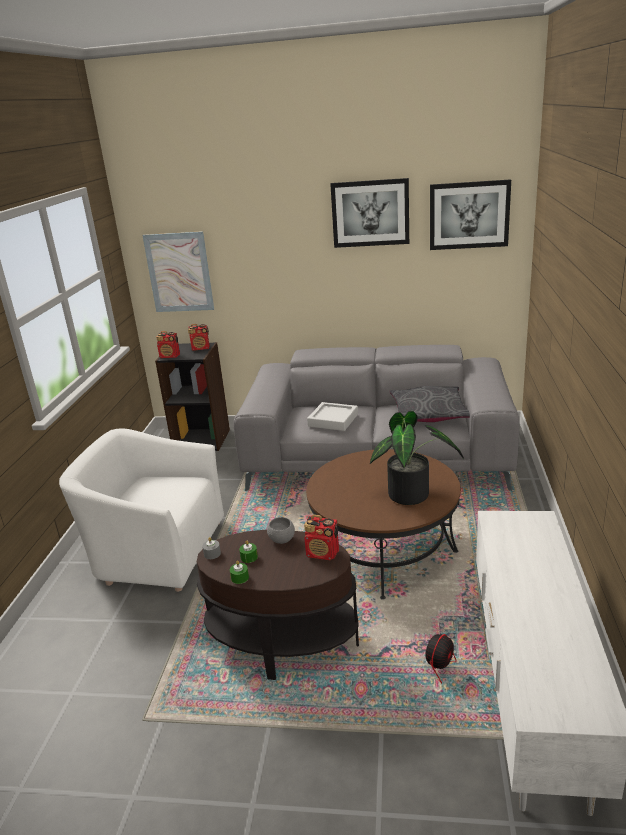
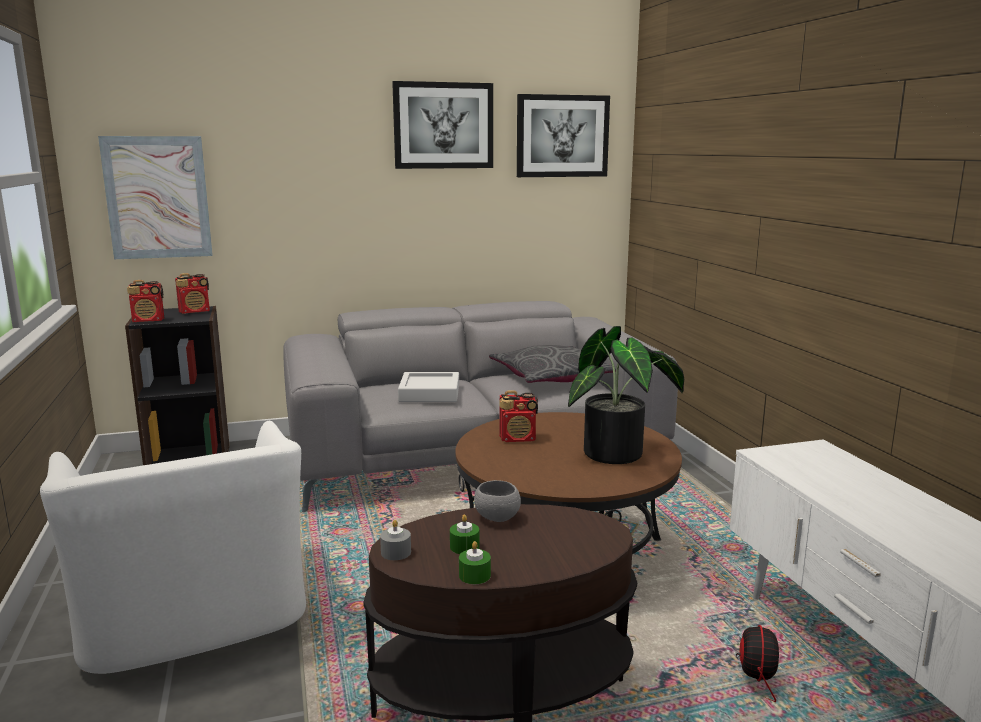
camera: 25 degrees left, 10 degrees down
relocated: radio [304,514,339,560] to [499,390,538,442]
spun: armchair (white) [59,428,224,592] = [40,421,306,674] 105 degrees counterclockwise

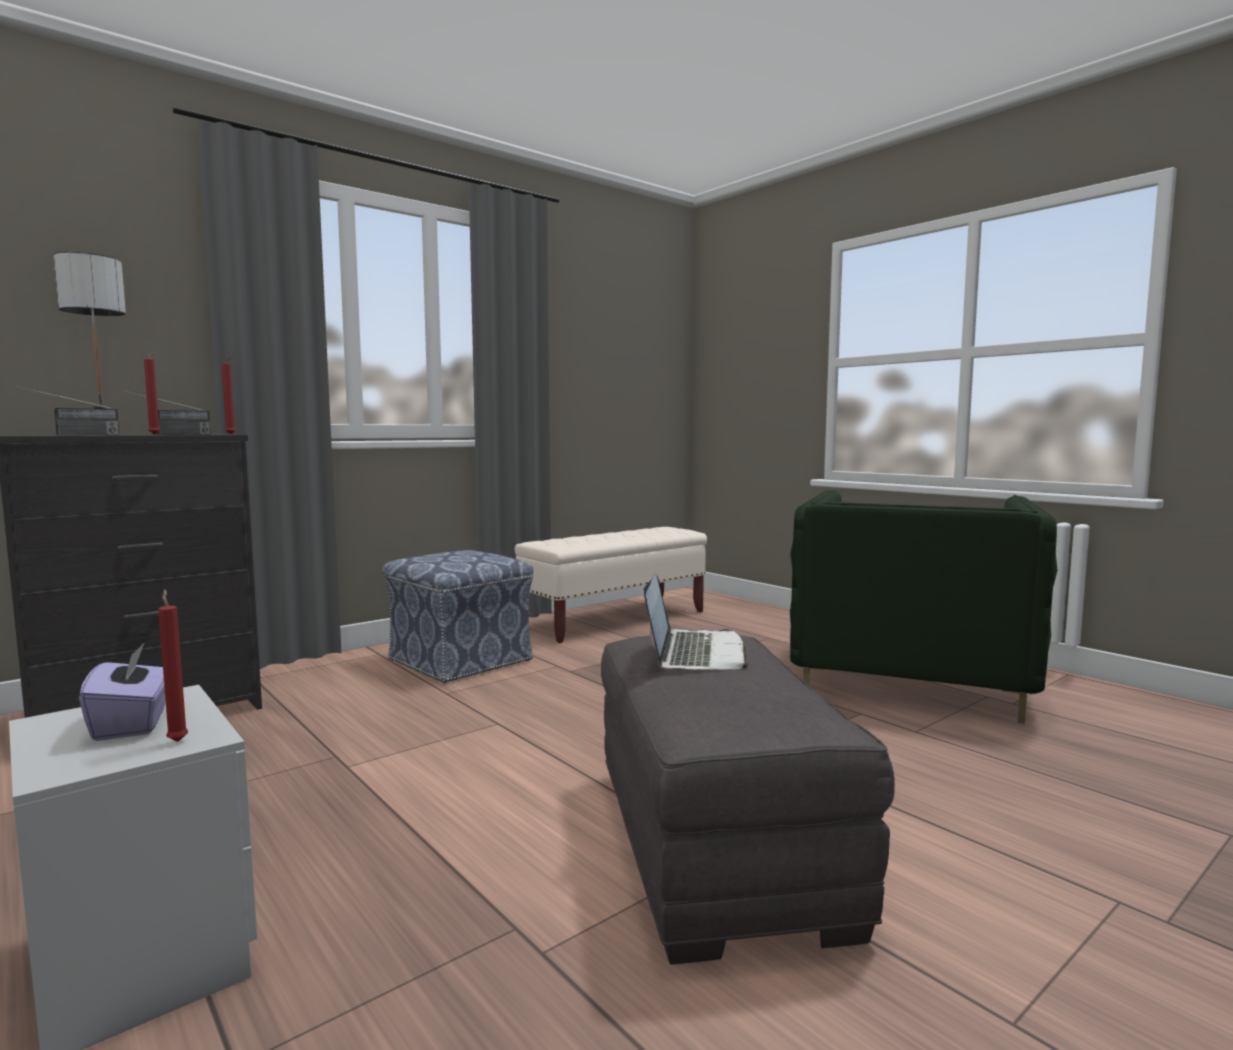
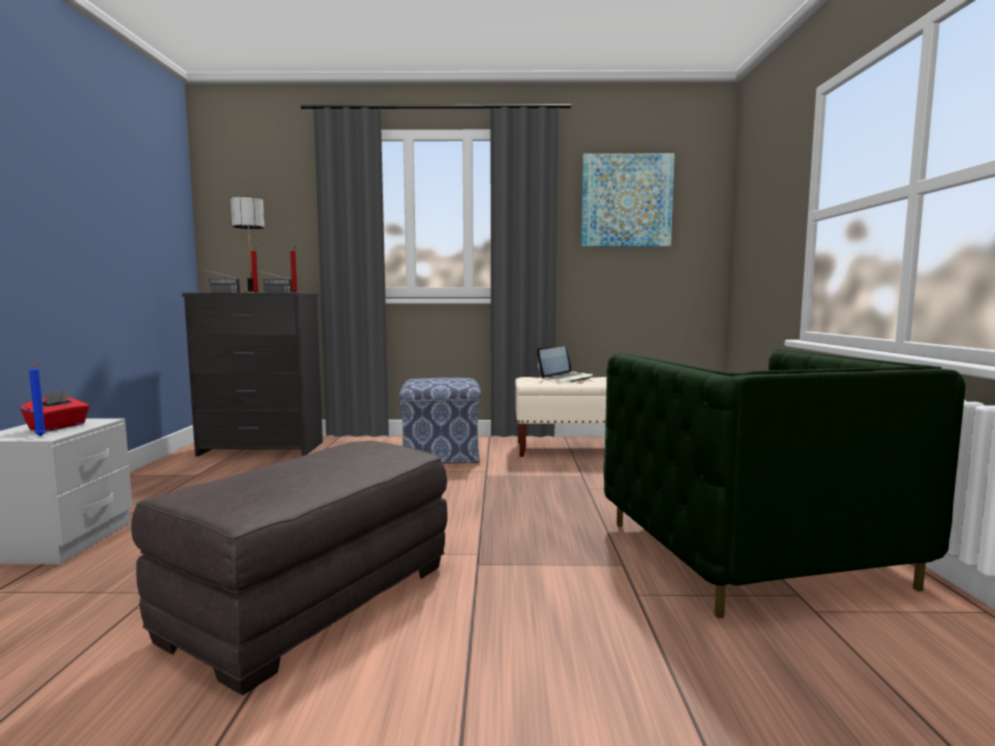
camera: 40 degrees right, 0 degrees up
appeared: picture [581,153,675,247]
relocated: laptop [644,572,748,670] to [537,346,593,382]
colour: tissue box (purple) [79,644,166,741] to tissue box (red) [20,389,90,431]; candle (red) [158,589,188,742] to candle (blue) [29,361,46,436]
spun: armchair (green) [790,490,1058,724] = [603,349,966,618] 75 degrees counterclockwise

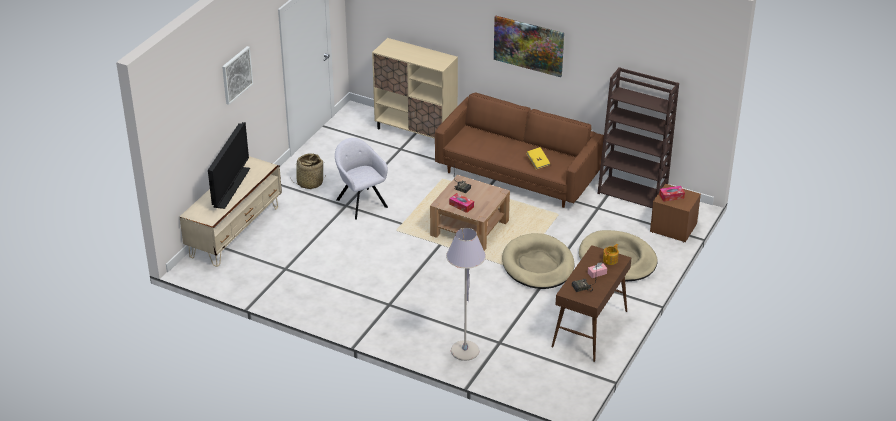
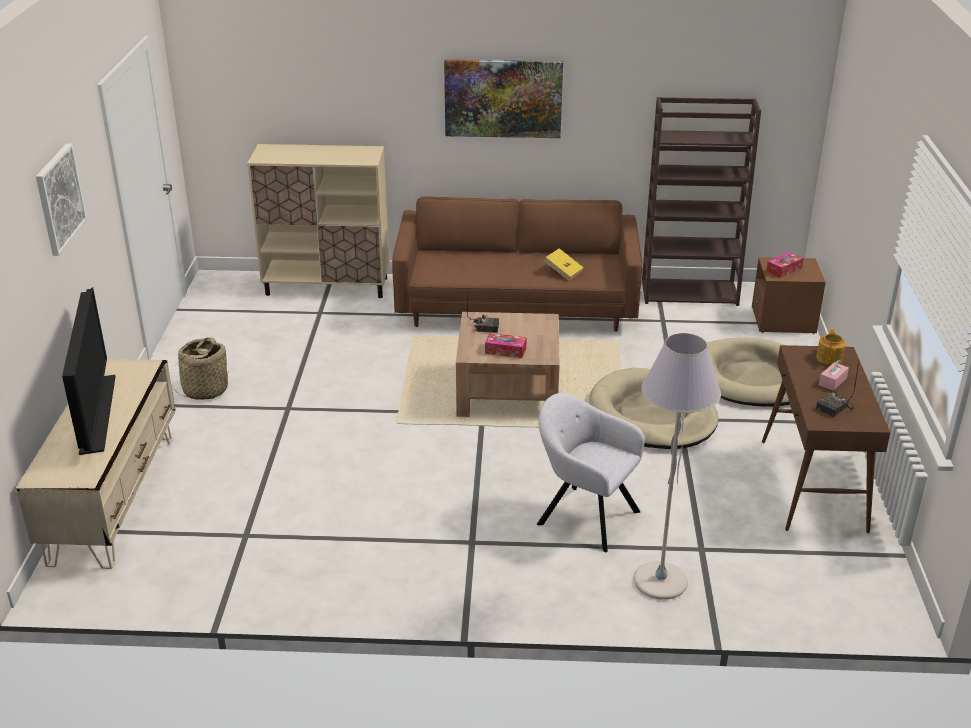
camera: 25 degrees left, 5 degrees down
relocated: armchair (grey) [335,138,388,220] to [537,393,645,552]

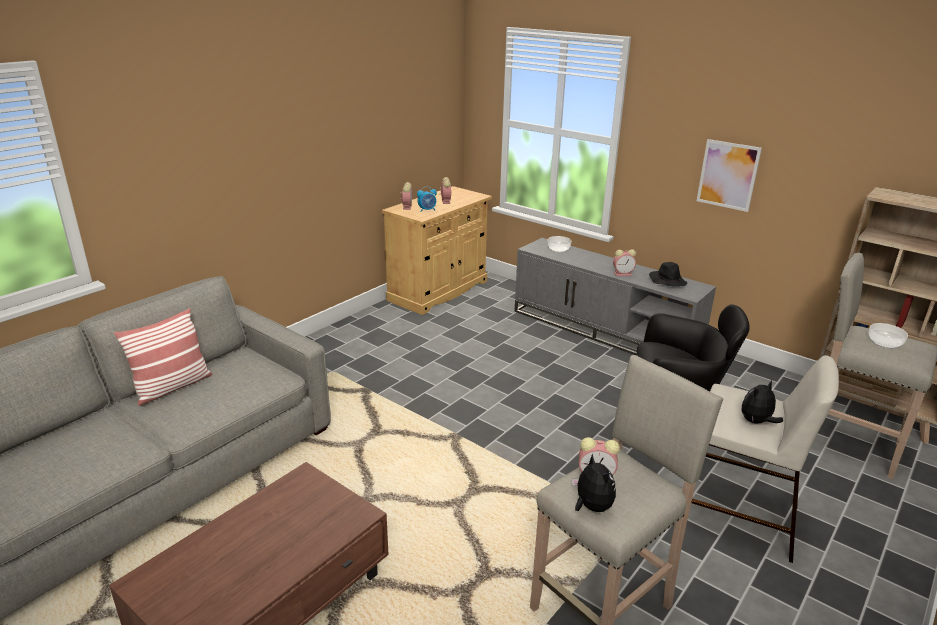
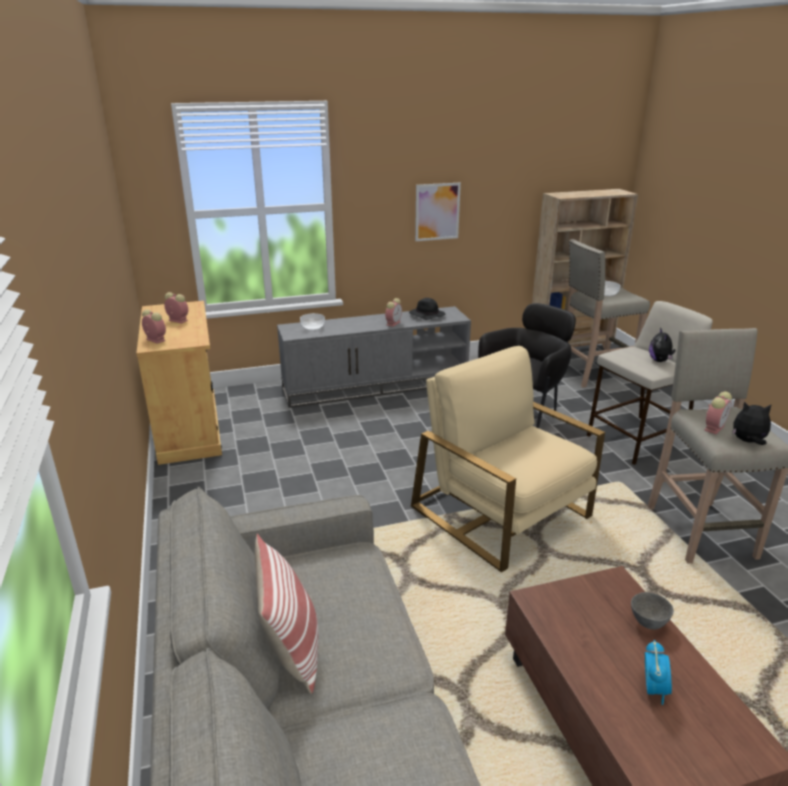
camera: 55 degrees left, 0 degrees up
appeared: armchair (beige) [411,346,605,572]; bowl (grey) [631,592,674,630]
relocated: alarm clock [417,186,437,212] to [645,640,672,705]

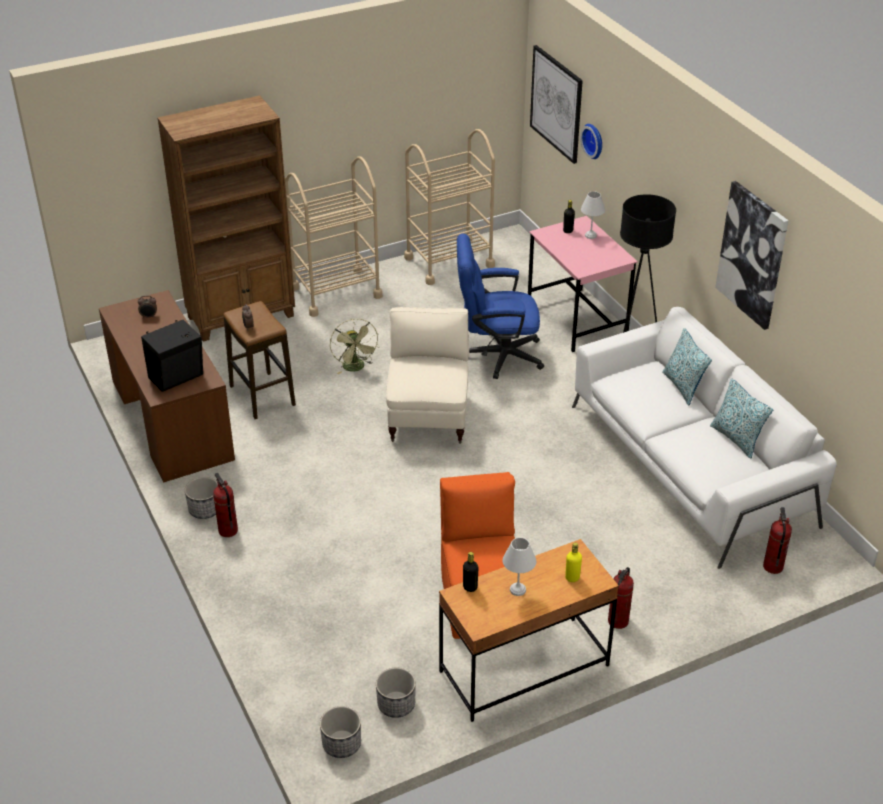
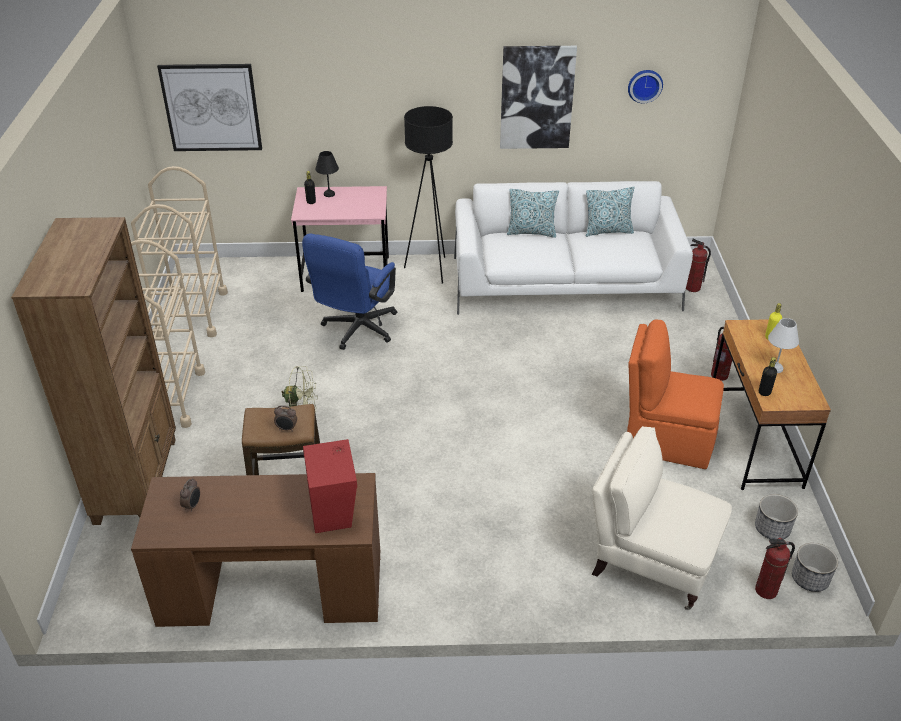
camera: 65 degrees left, 0 degrees up
missing: planter [185,477,218,519]
relocated: fire extinguisher [213,473,238,537] to [755,538,795,599]; armchair (beige) [386,307,470,444] to [592,426,732,610]; wall clock [580,124,602,159] to [628,70,663,104]
colour: speaker (black) [141,320,203,392] to speaker (red) [303,439,357,533]; table lamp (white) [581,191,605,239] to table lamp (black) [315,151,339,197]

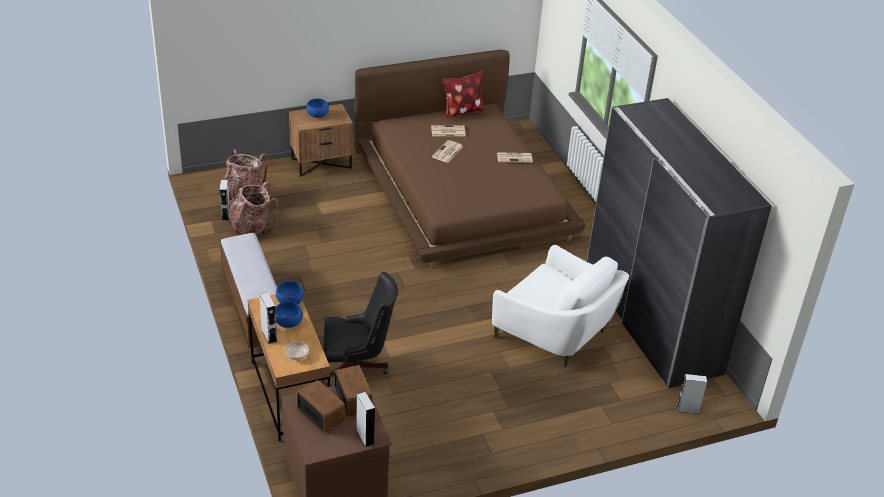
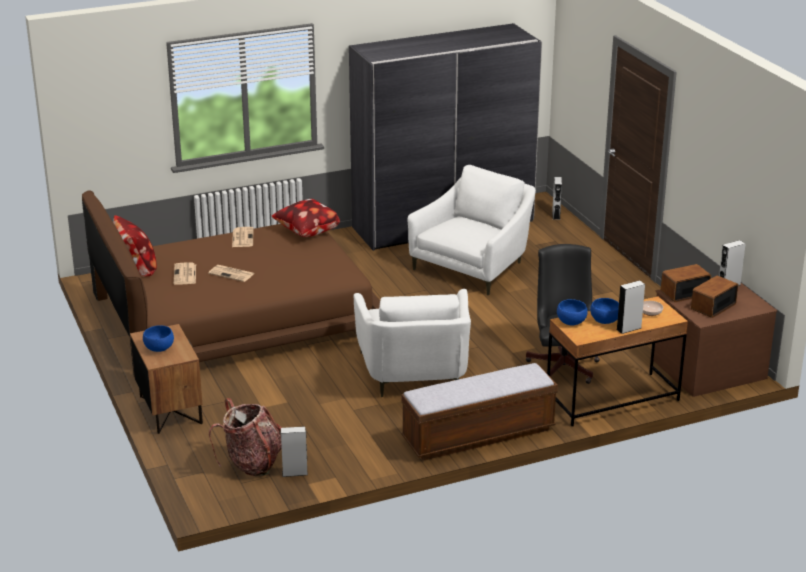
camera: 90 degrees left, 10 degrees down
missing: backpack [228,181,278,236]
appeared: pillow [272,199,340,237]; armchair (white) [354,289,471,397]

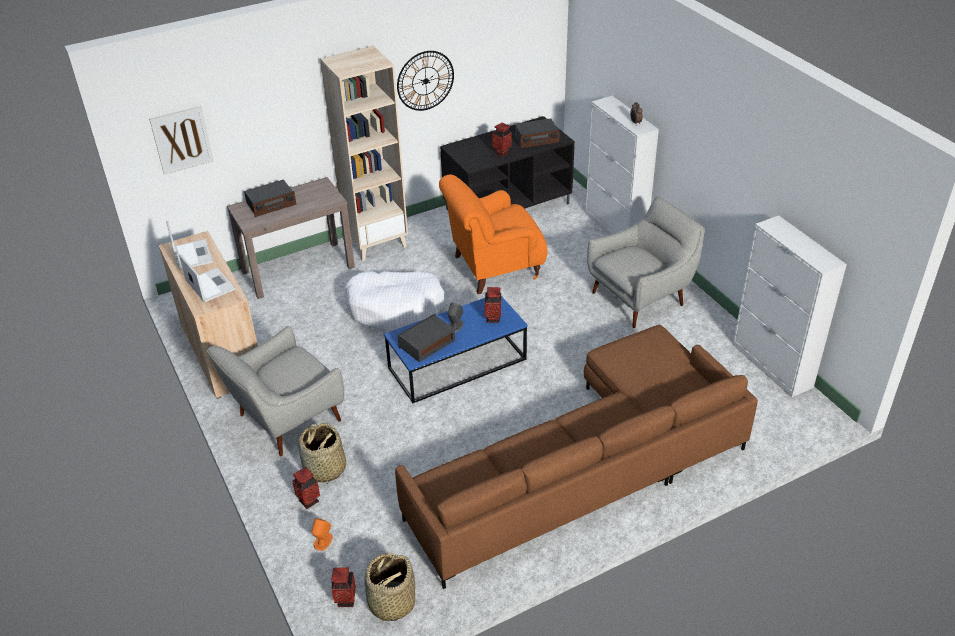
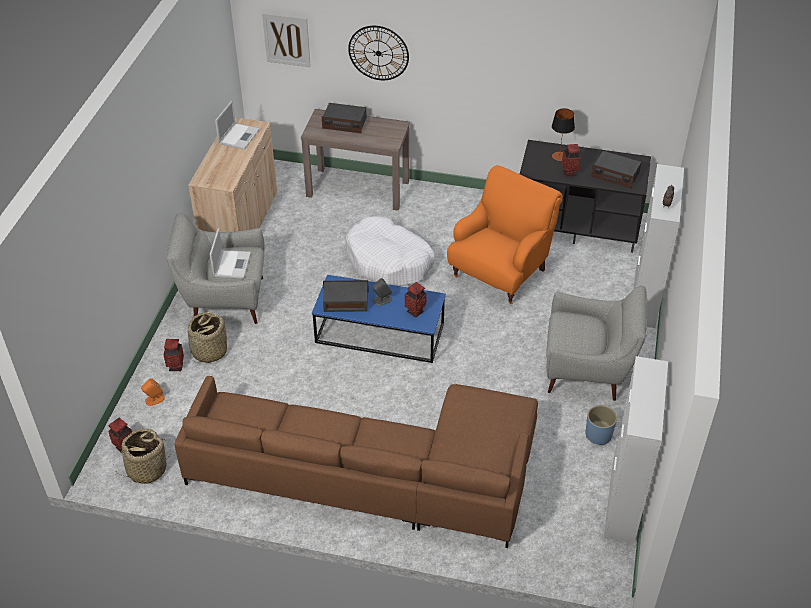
camera: 40 degrees right, 5 degrees up
missing: bookcase (beige) [320,46,408,261]
appeared: table lamp [552,108,575,161]; planter (blue) [585,405,617,445]
relocated: laptop [179,254,236,302] to [210,229,251,279]; wall clock [397,51,454,111] to [348,26,409,80]
spun: armchair (orange) [439,174,548,294] = [447,165,563,304] 105 degrees clockwise

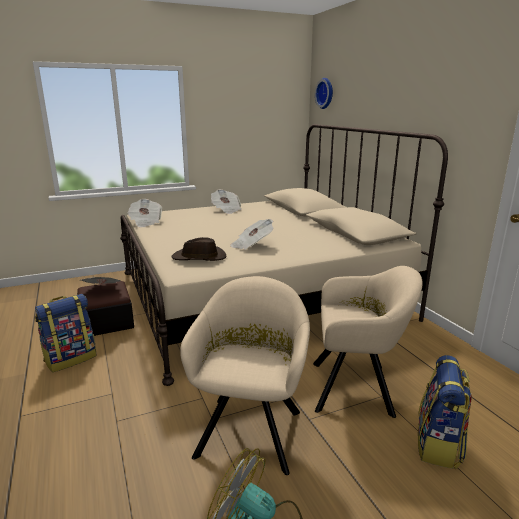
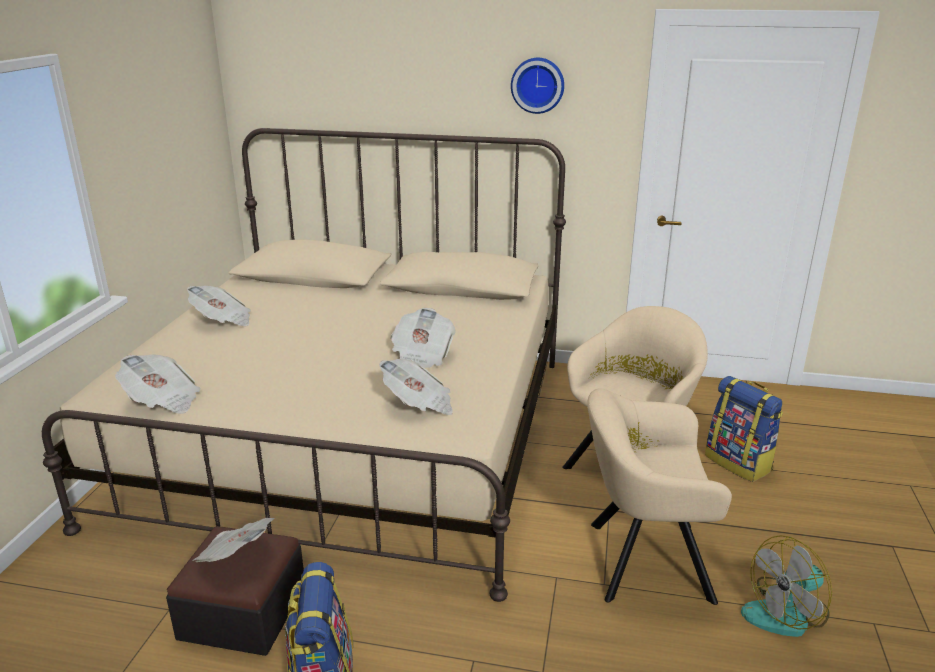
camera: 55 degrees left, 5 degrees up
relocated: wall clock [315,78,333,109] to [511,58,564,114]
exchanged: hat (brown) [172,237,226,261] to newspaper [379,359,453,415]
spun: armchair (beige) [180,276,310,475] = [587,388,732,605] 45 degrees counterclockwise

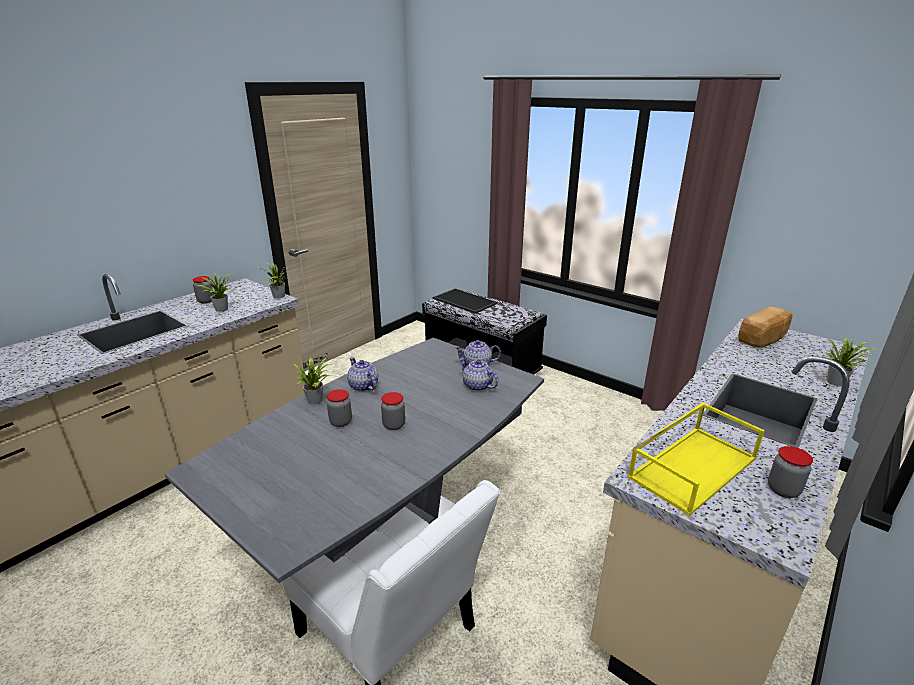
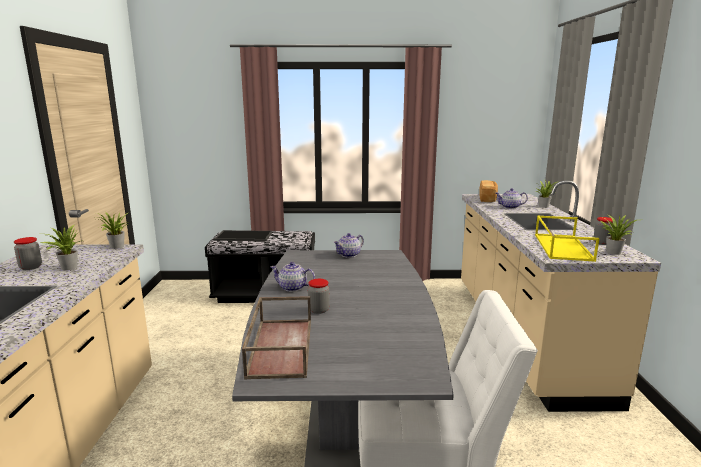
camera: 40 degrees left, 10 degrees down
missing: jar [381,392,405,430]
appeared: tray (brown) [242,296,311,380]
relocated: potted plant [294,357,332,404] to [601,215,637,255]; teapot [460,358,498,391] to [495,188,528,209]

